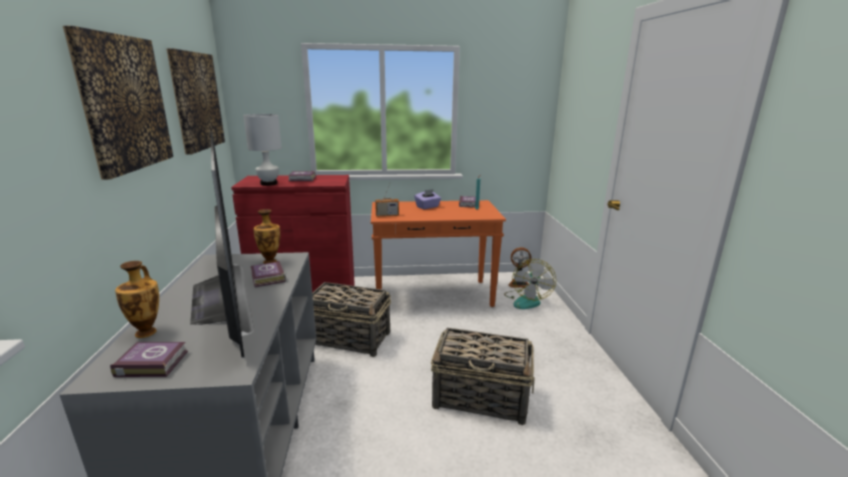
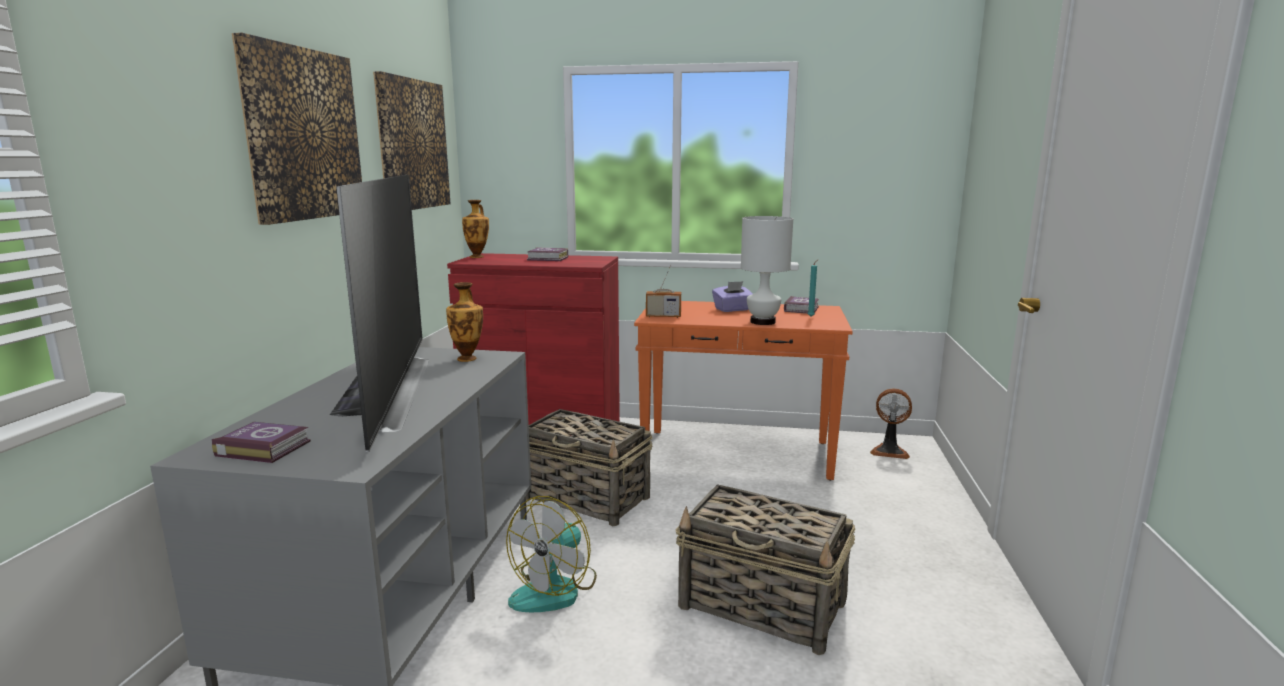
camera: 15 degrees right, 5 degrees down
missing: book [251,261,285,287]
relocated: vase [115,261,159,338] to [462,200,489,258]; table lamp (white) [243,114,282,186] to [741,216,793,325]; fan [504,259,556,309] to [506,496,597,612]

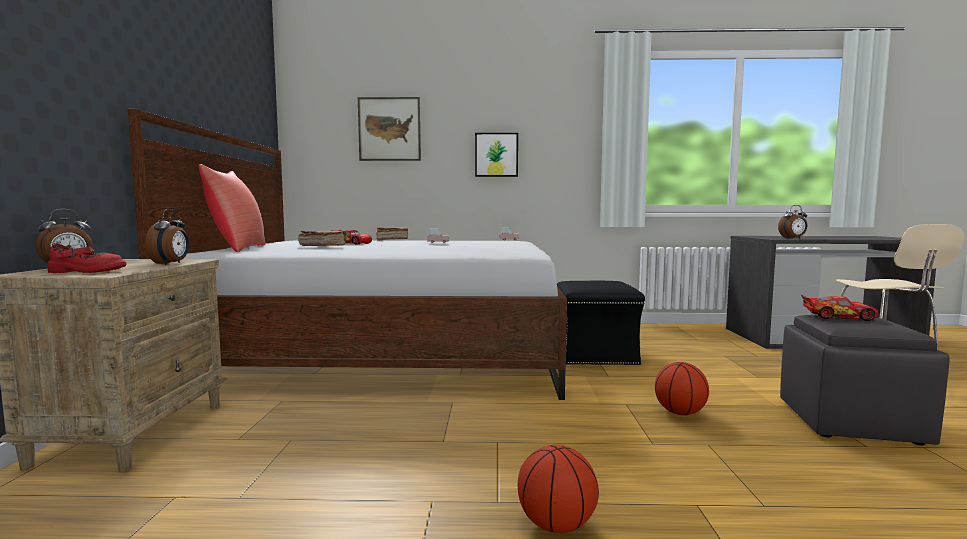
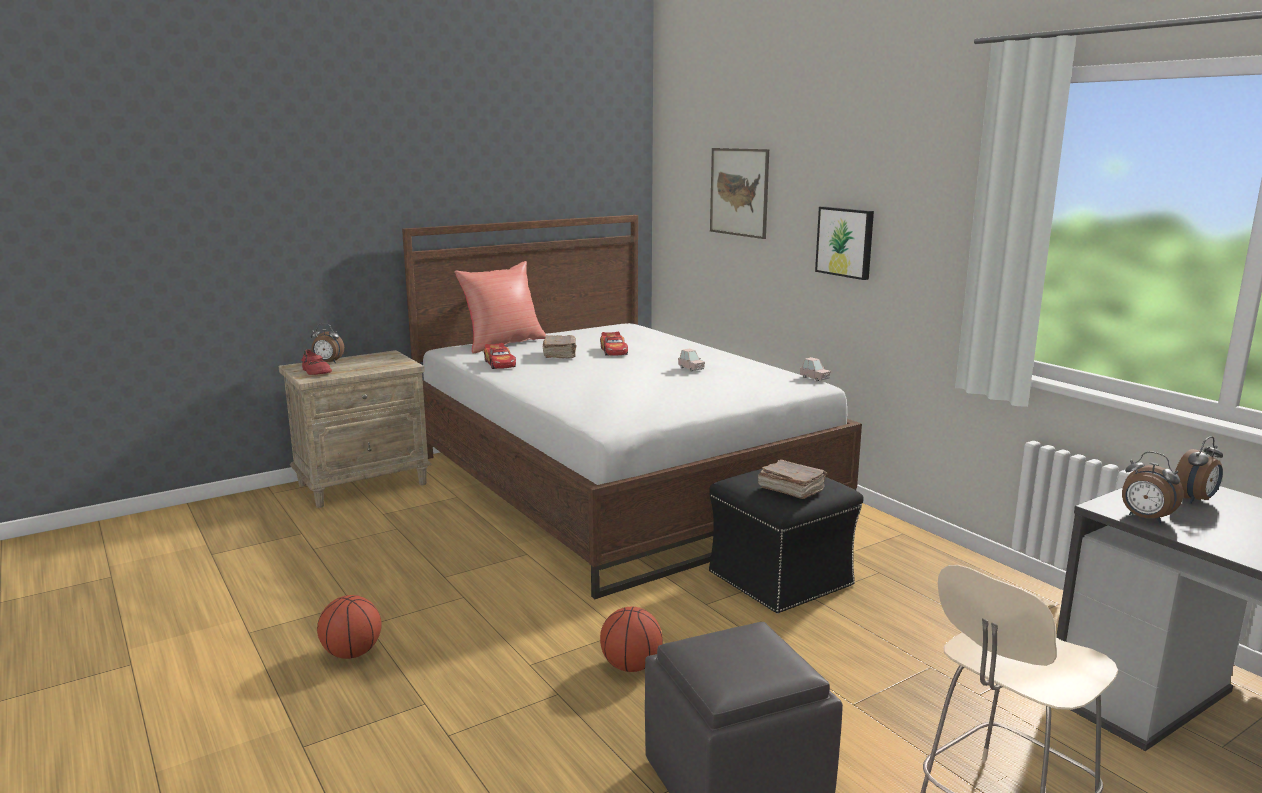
camera: 55 degrees right, 10 degrees up
relocated: alarm clock [145,209,189,265] to [1175,436,1223,504]; book (brown) [376,227,408,241] to [758,459,827,499]; toy car [801,295,878,321] to [484,343,516,369]

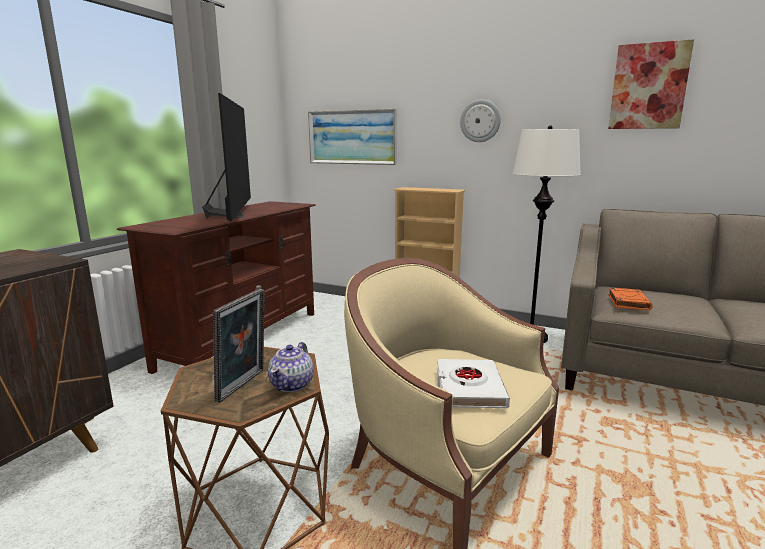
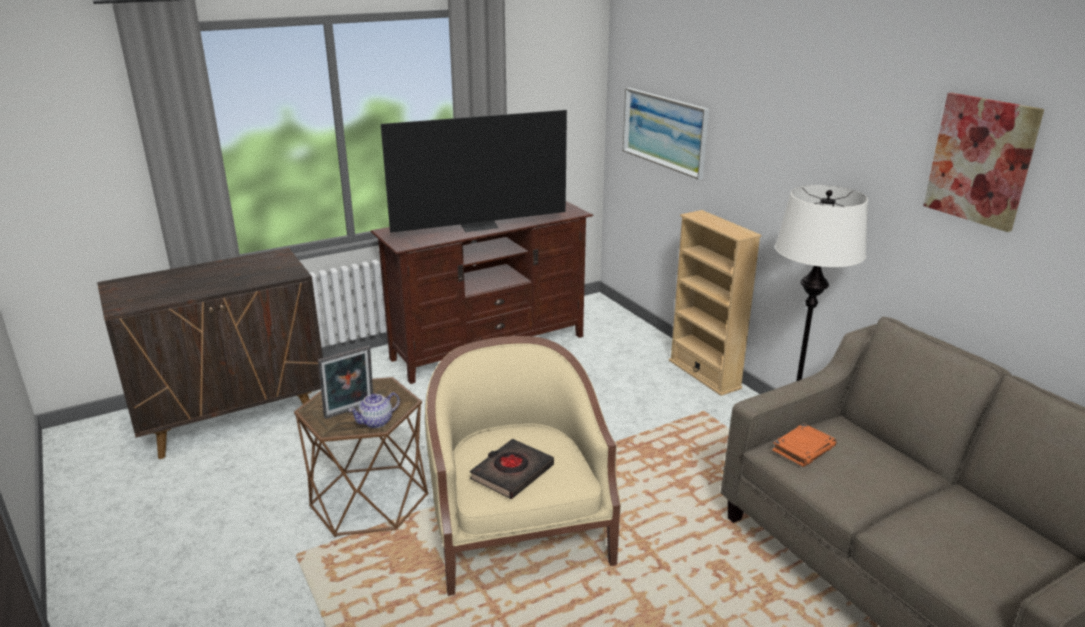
camera: 35 degrees right, 10 degrees up
missing: wall clock [460,99,501,142]
colour: book (white) [437,359,510,408] to book (black) [470,439,554,499]
spun: television [202,93,251,221] = [381,110,567,233] 45 degrees clockwise

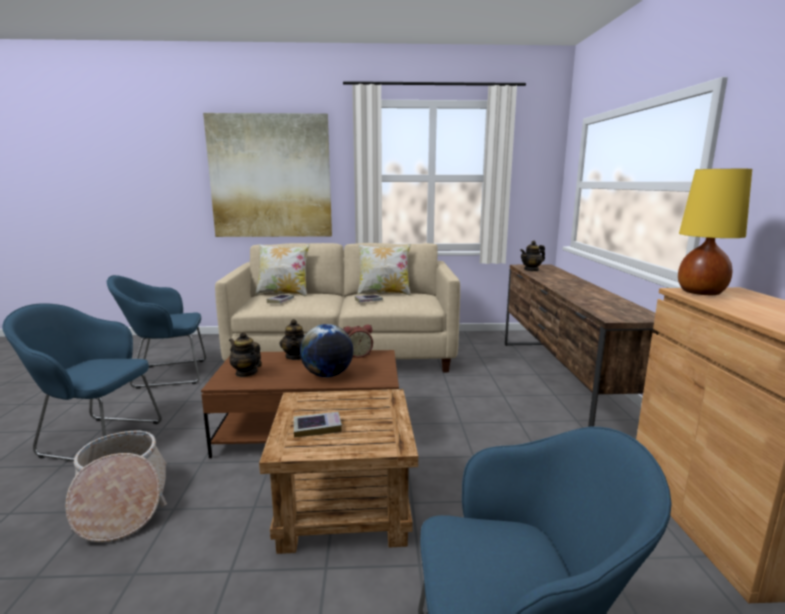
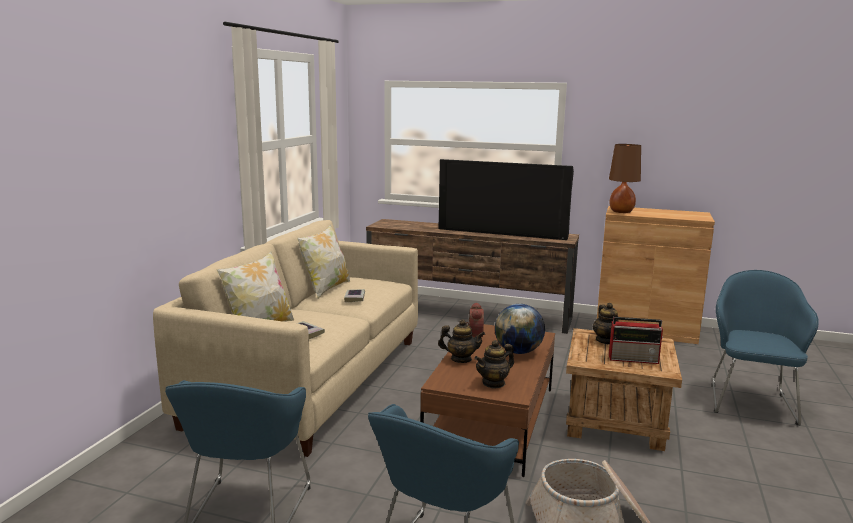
camera: 70 degrees left, 0 degrees up
missing: picture [203,113,332,237]
appeared: television [439,159,574,240]
relocated: teapot [520,241,545,271] to [593,303,620,345]
exchanged: book [294,412,342,438] to radio [609,317,663,364]
colour: table lamp (yellow) [678,169,752,295] to table lamp (brown) [609,144,641,213]

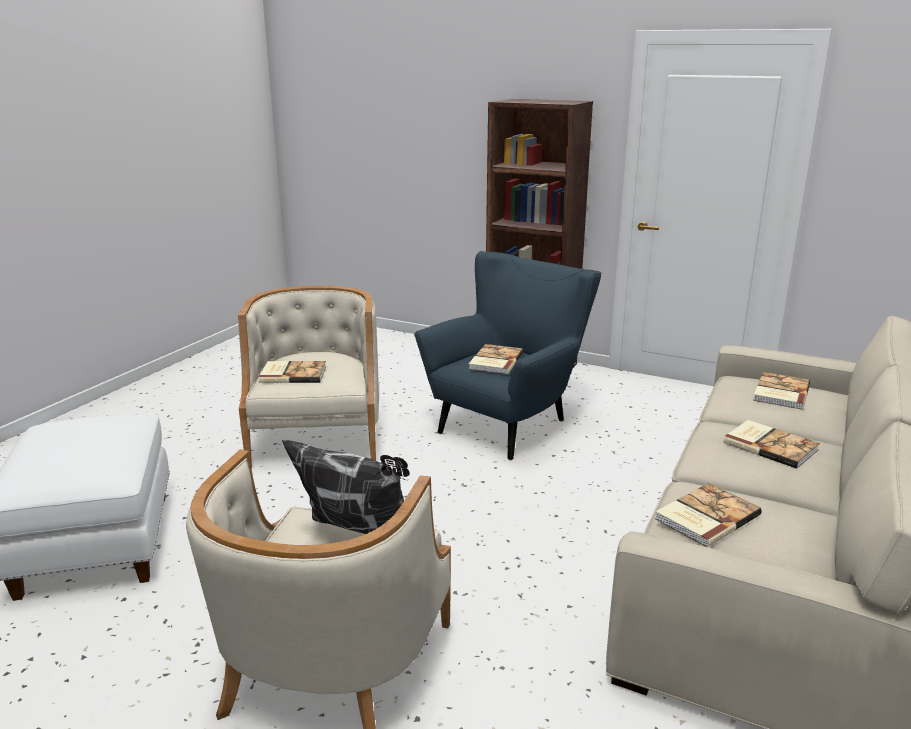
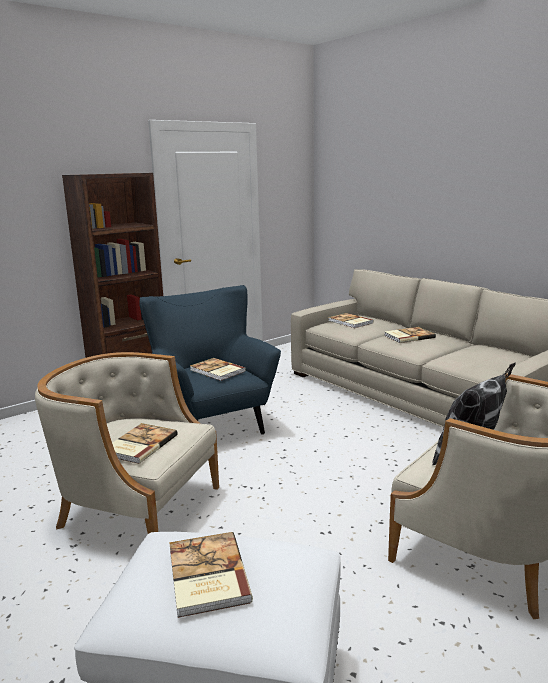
camera: 65 degrees left, 5 degrees down
relocated: book [655,483,762,547] to [169,532,253,618]

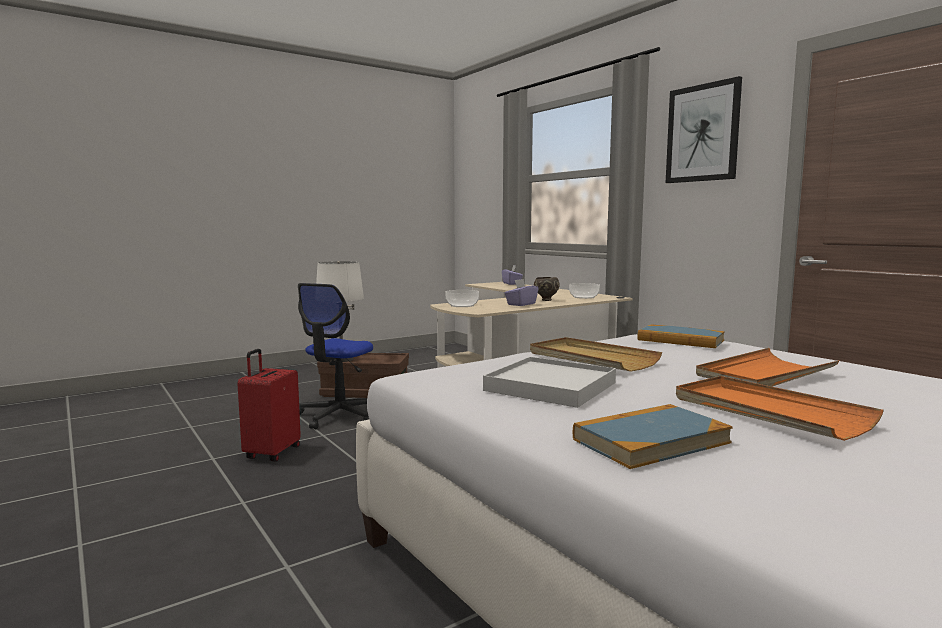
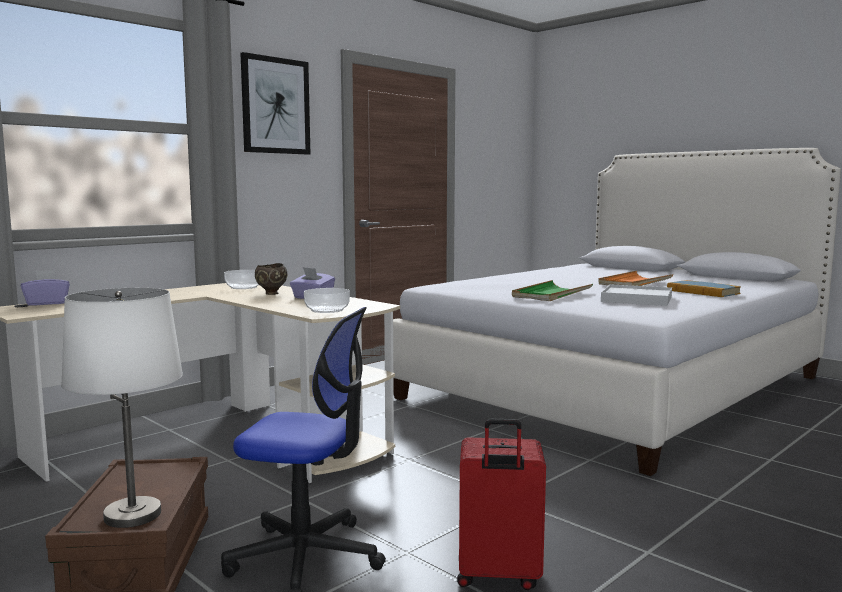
camera: 100 degrees left, 0 degrees up
missing: book [638,325,725,348]; tray (orange) [696,348,839,387]
colour: tray (beige) [530,337,662,372] to tray (green) [512,280,593,301]

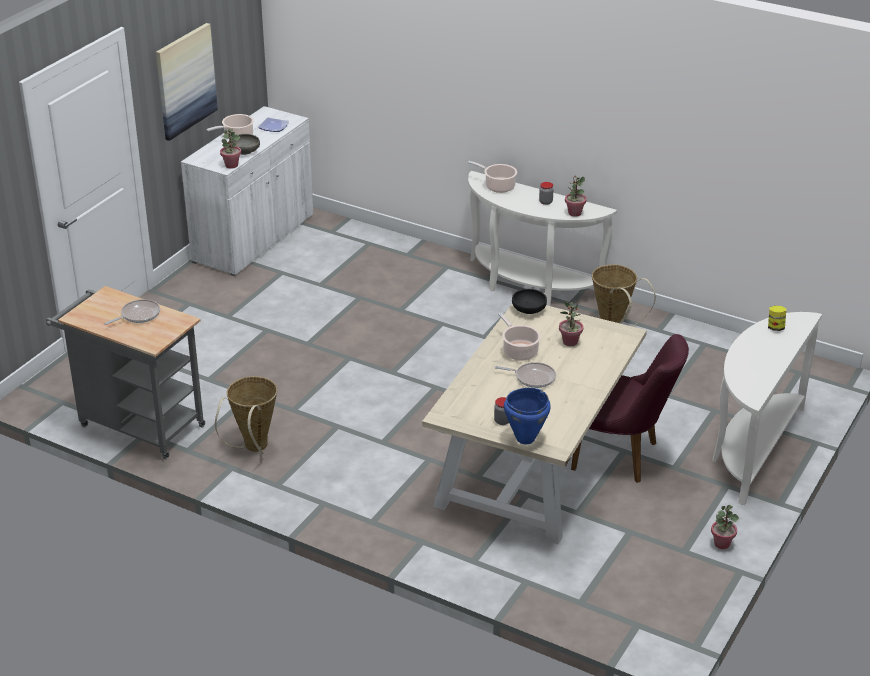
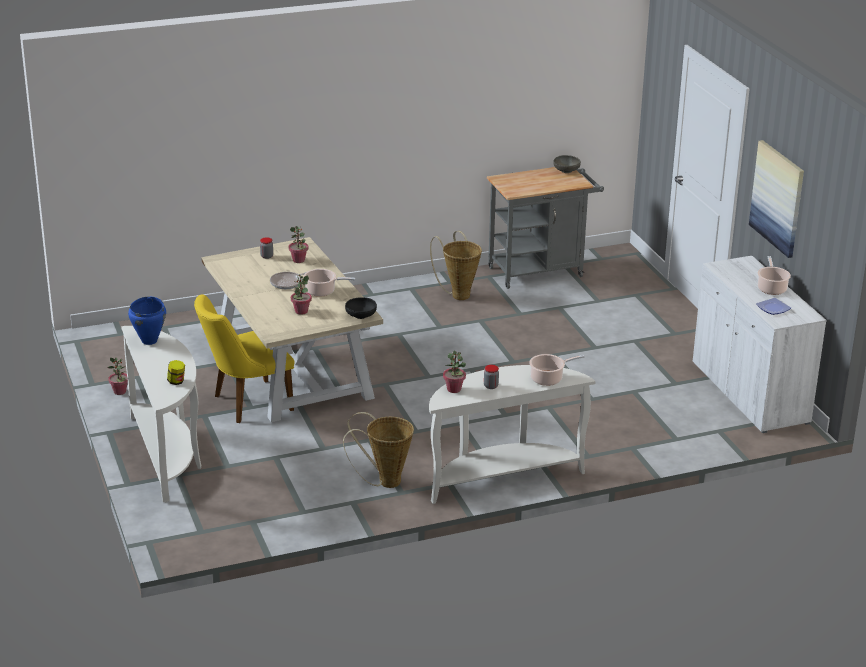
camera: 130 degrees right, 5 degrees down
missing: frying pan [104,299,160,325]
relocated: potted plant [220,129,241,169] to [288,226,308,263]; bowl (grey) [229,134,260,155] to [553,155,581,173]; cooking pot (blue) [504,388,551,444] to [128,296,166,345]
colour: chair (purple) [571,334,689,483] to chair (yellow) [194,294,294,423]

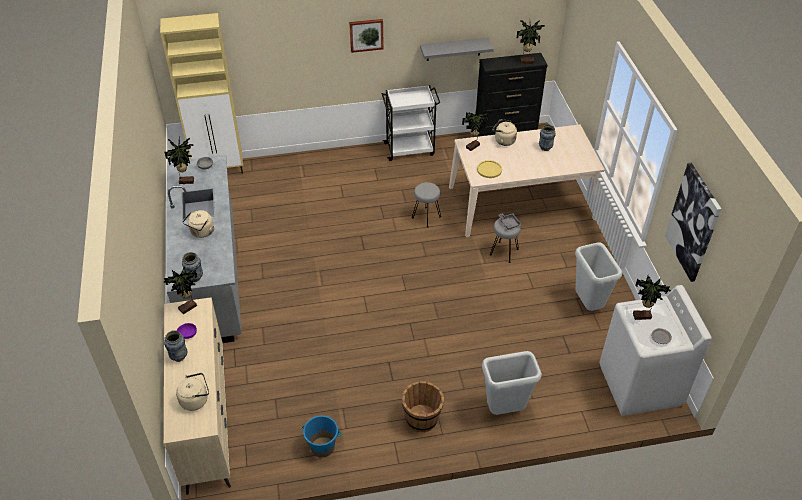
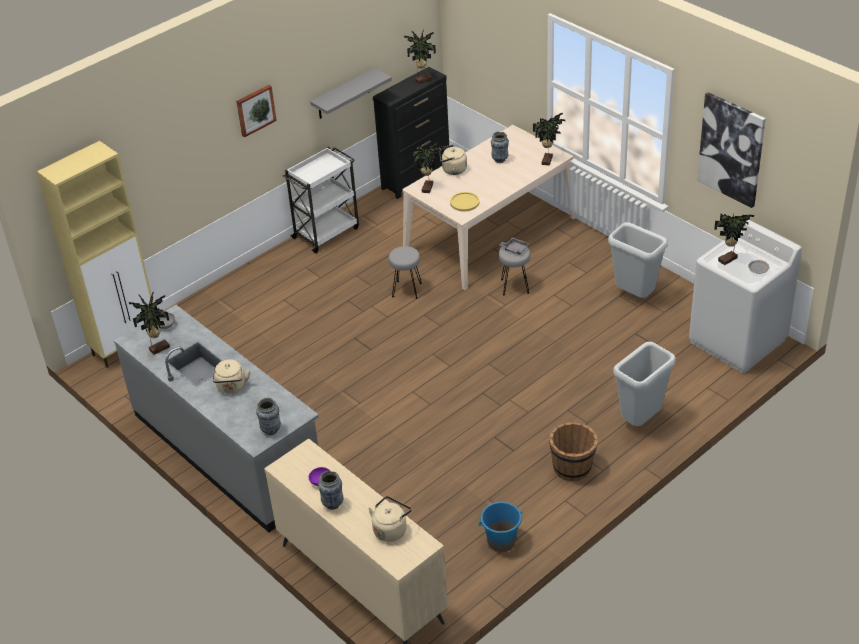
camera: 30 degrees left, 5 degrees down
relocated: potted plant [164,266,198,314] to [533,113,565,166]

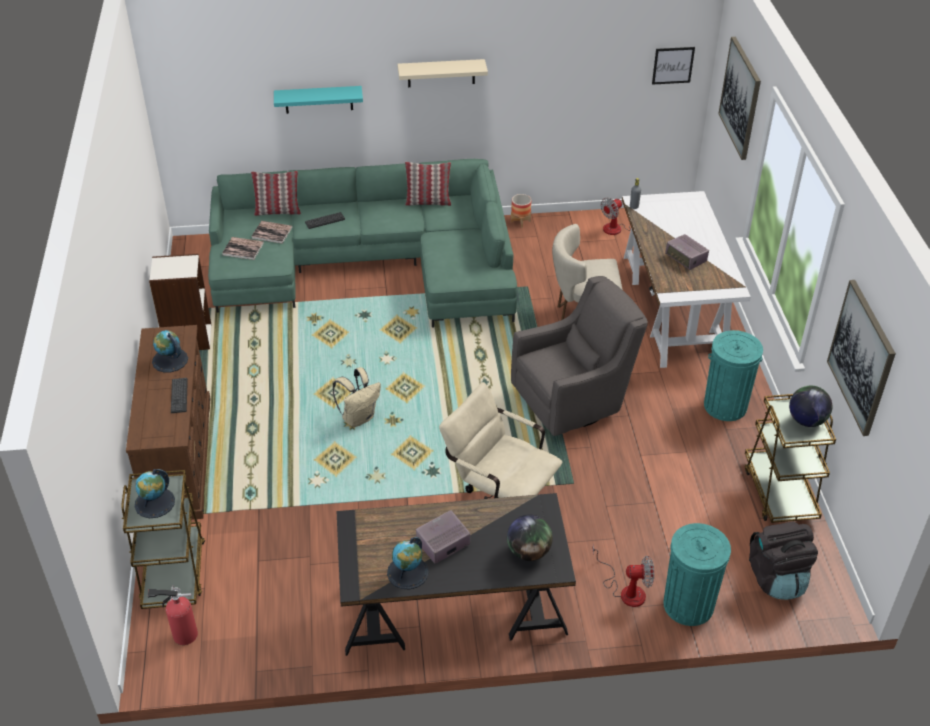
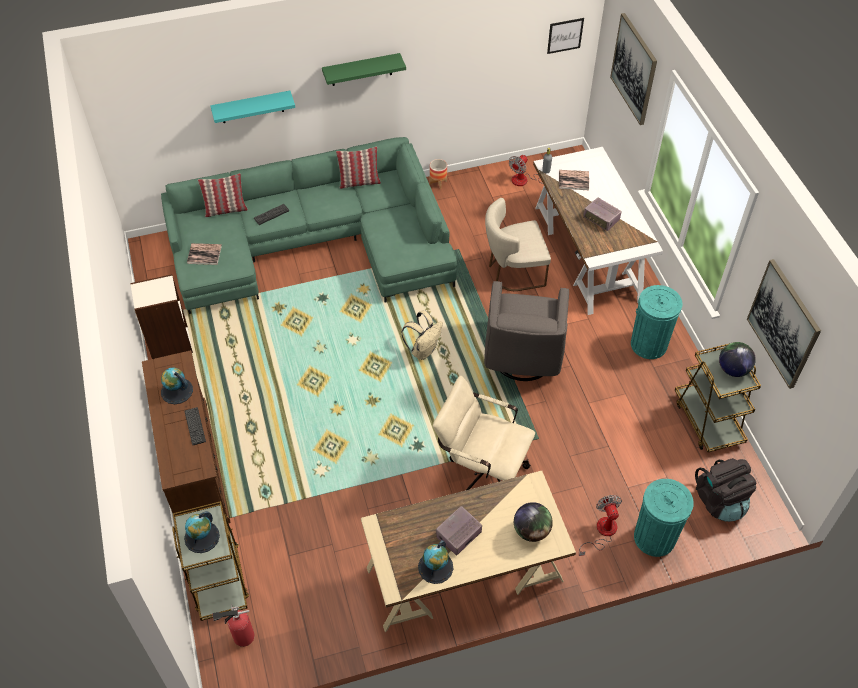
camera: 10 degrees left, 10 degrees up
relocated: book [251,221,293,244] to [559,170,589,190]; backpack (beige) [332,367,381,427] to [401,310,443,360]
colour: desk (black) [337,493,576,656] to desk (beige) [361,471,576,632]; shelf (beige) [397,59,488,87] to shelf (green) [322,53,406,86]
spun: armchair (grey) [511,276,648,436] = [484,281,569,381] 135 degrees clockwise; fan [592,545,654,607] = [579,495,622,556] 90 degrees counterclockwise

